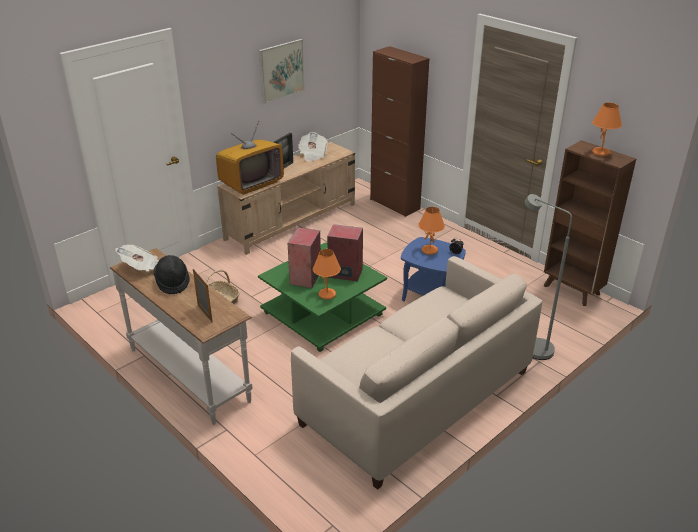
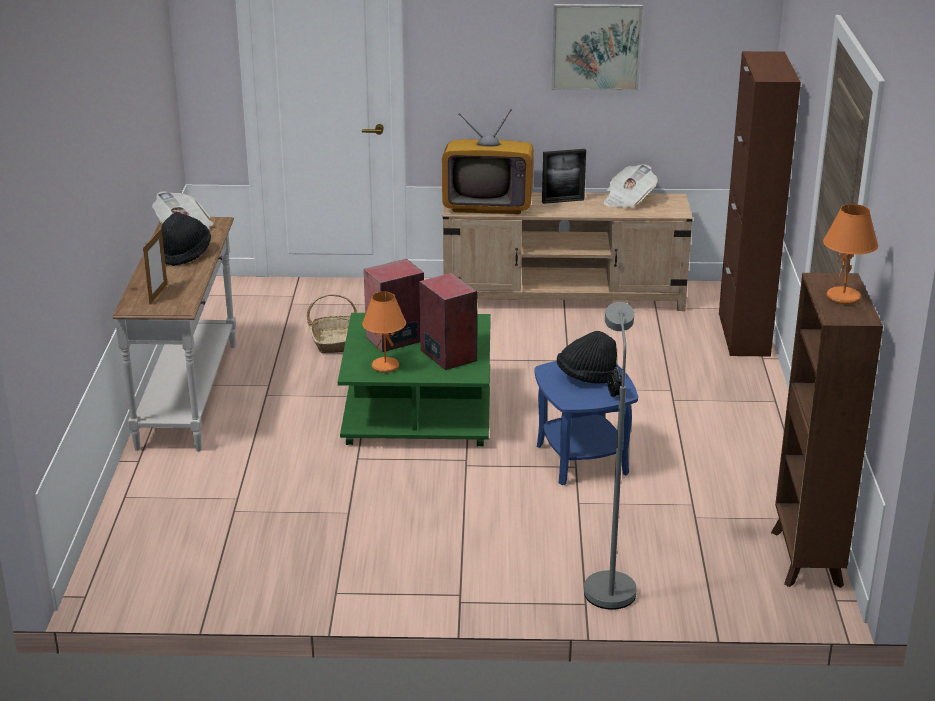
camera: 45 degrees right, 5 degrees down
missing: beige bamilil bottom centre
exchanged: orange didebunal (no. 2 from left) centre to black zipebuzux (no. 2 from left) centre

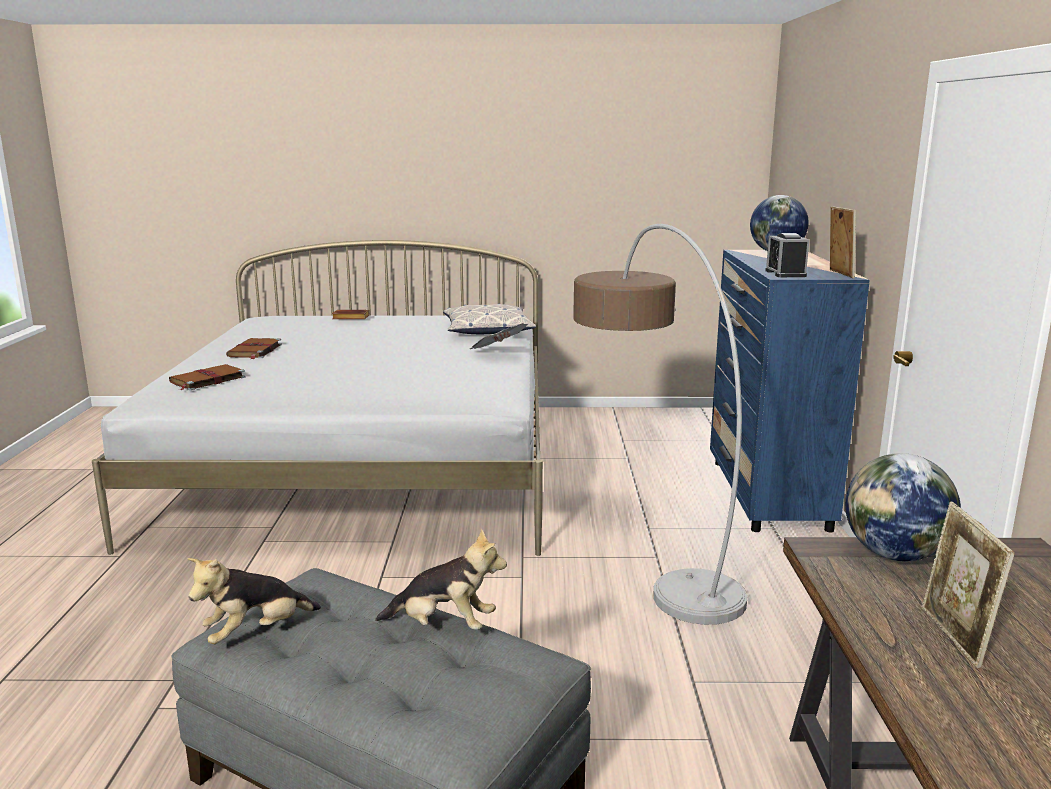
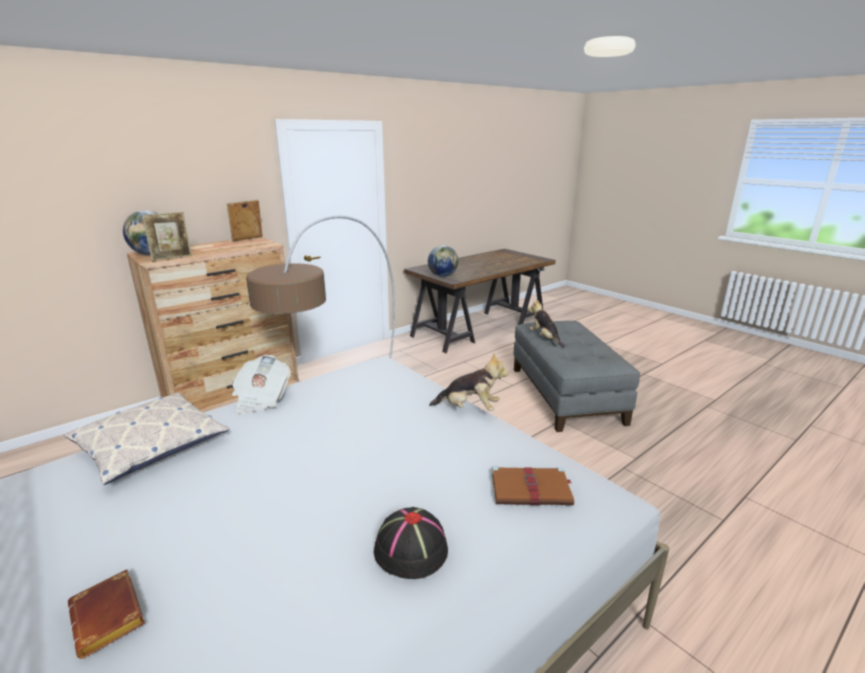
camera: 130 degrees left, 5 degrees up
missing: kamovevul top right
relocated: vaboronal (no. 2 from left in the first image) bottom right to vaboronal (no. 1 from left) middle left; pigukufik (no. 1 from left) bottom left to centre
exchanged: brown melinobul (no. 2 from left) middle left to black zipebuzux bottom centre
colour: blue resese middle right to brown resese middle left

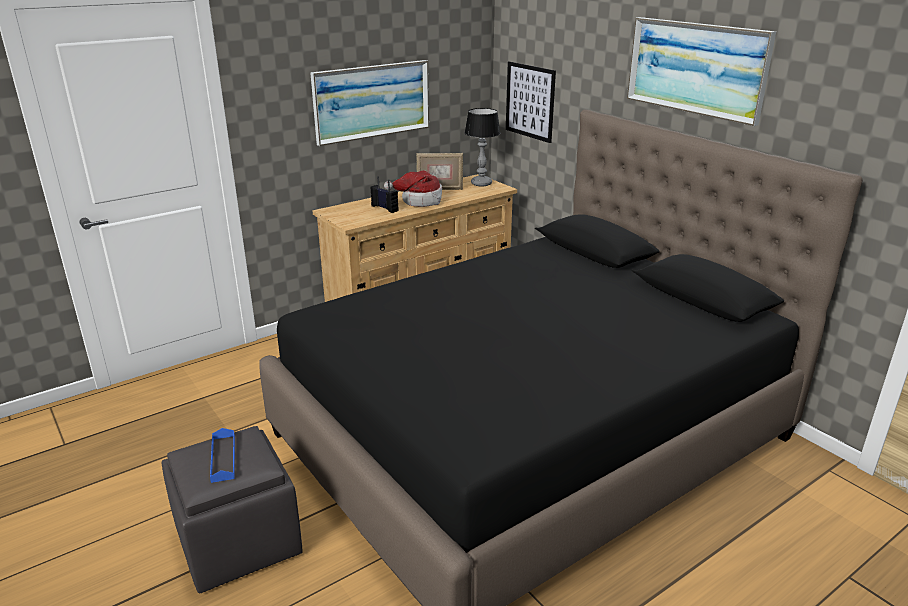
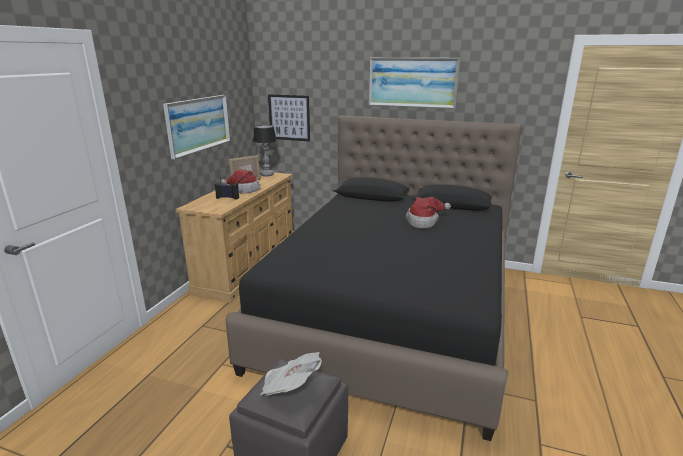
camera: 35 degrees left, 5 degrees down
appeared: zipebuzux (no. 2 from left) centre
exchanged: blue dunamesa bottom left to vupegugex bottom centre

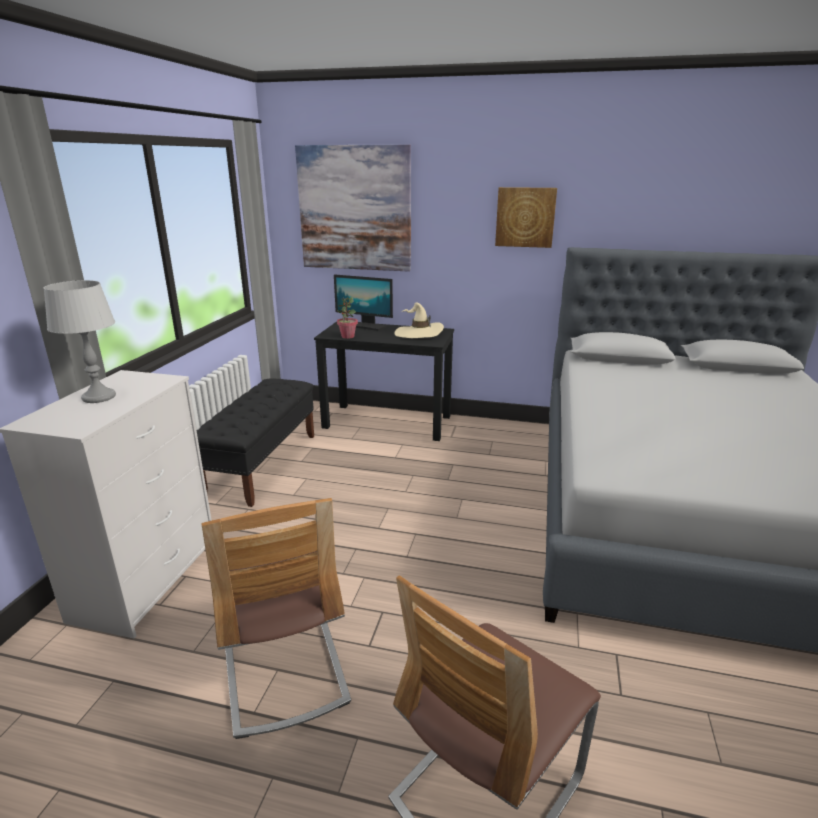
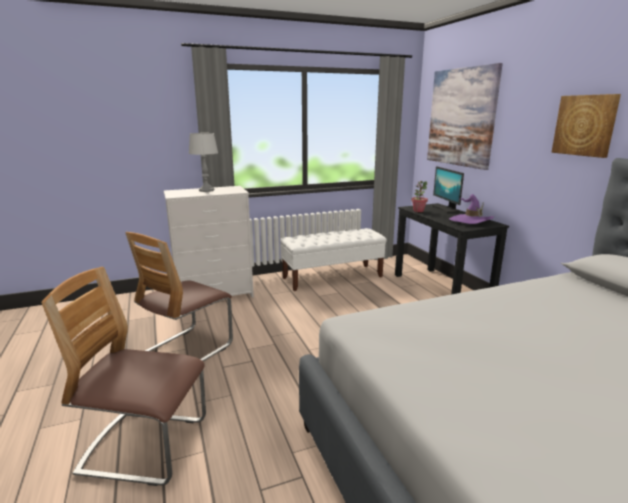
camera: 55 degrees right, 5 degrees down
colour: beige zipebuzux centre to purple zipebuzux middle right; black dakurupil middle left to white dakurupil centre

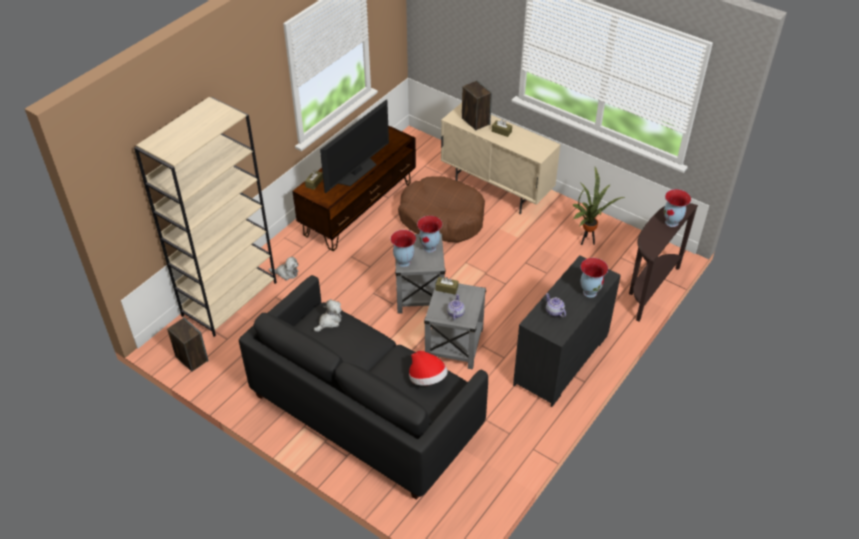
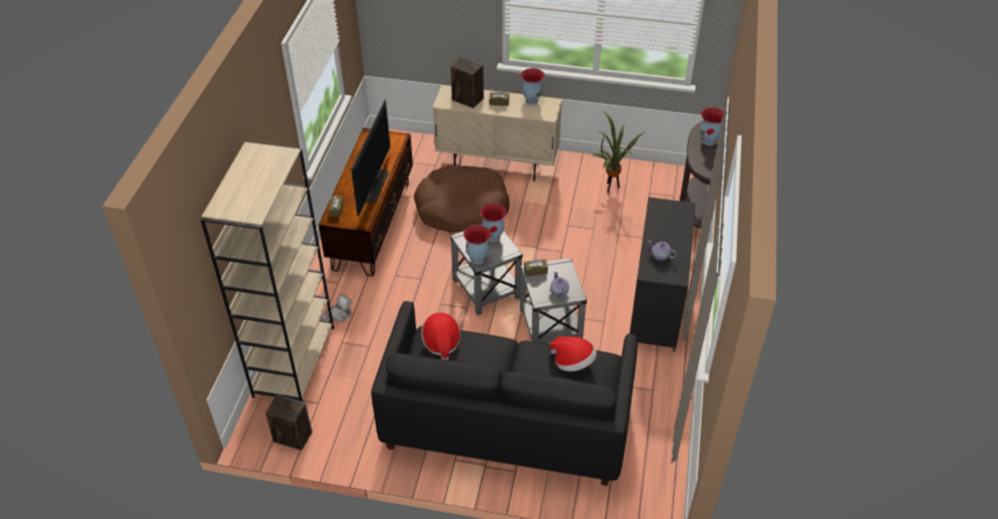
camera: 25 degrees left, 0 degrees up
relocated: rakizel (no. 3 from left) middle right to top centre
exchanged: pigukufik (no. 2 from left) centre to zipebuzux (no. 1 from left) centre

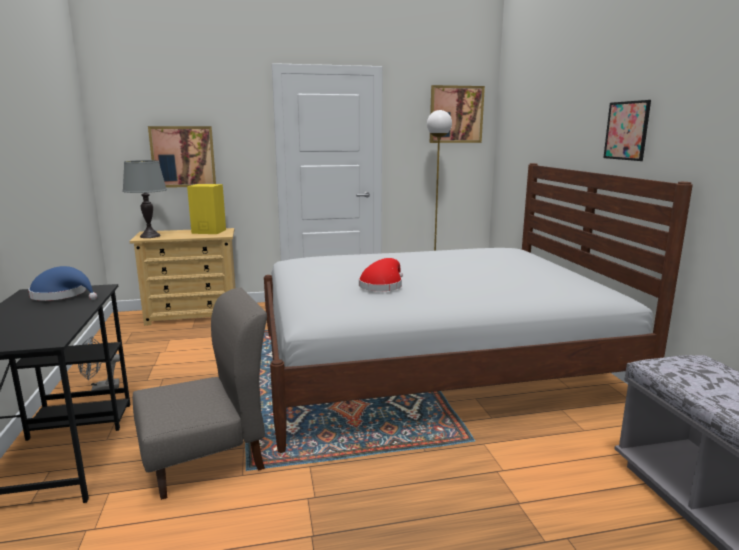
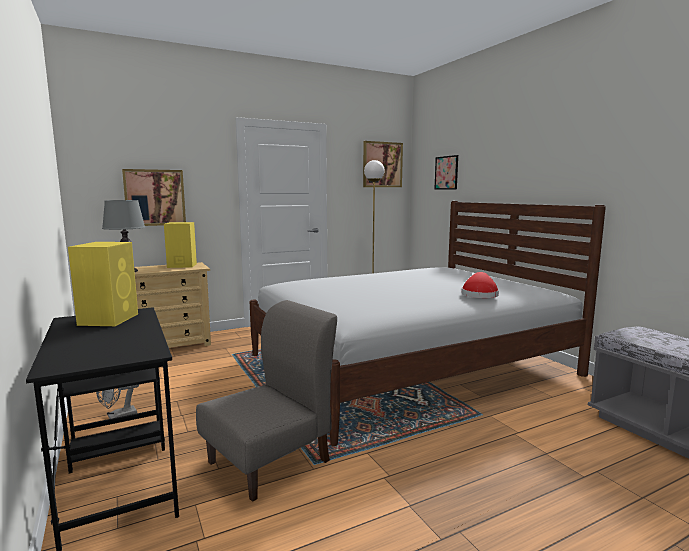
camera: 15 degrees left, 5 degrees down
relocated: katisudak (no. 3 from left) top right to top centre; red zipebuzux centre to middle right
exchanged: blue zipebuzux middle left to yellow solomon (no. 1 from left) middle left

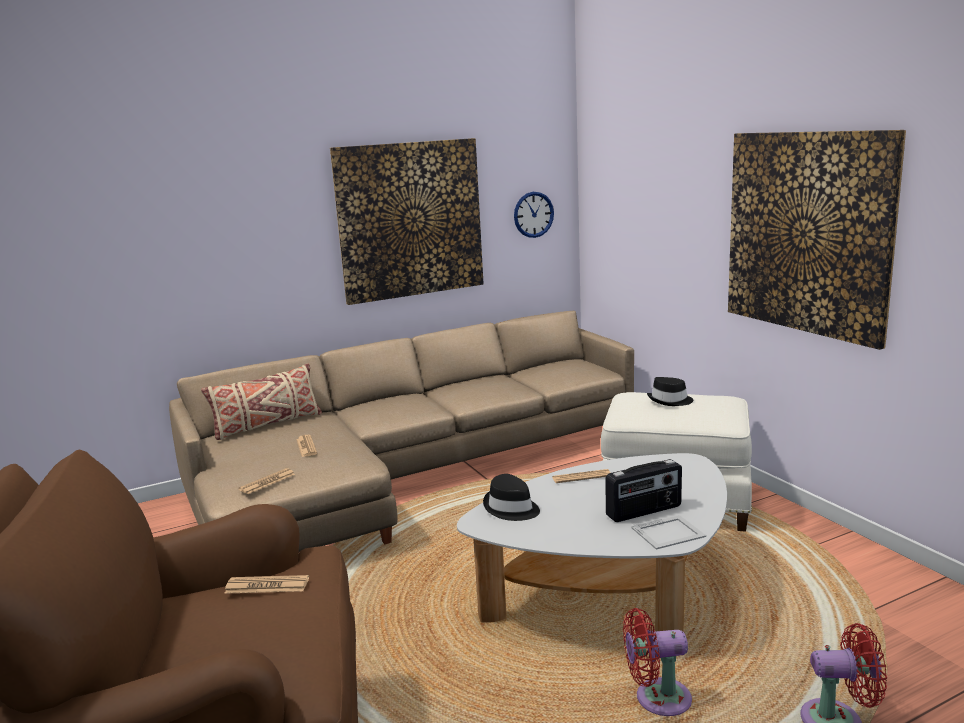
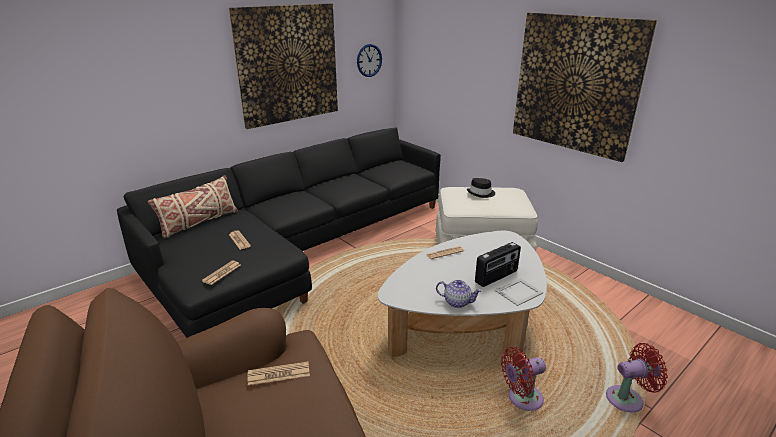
camera: 15 degrees left, 10 degrees up
missing: black zipebuzux (no. 1 from left) bottom centre
appeared: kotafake bottom centre
colour: beige bamilil centre to black bamilil centre

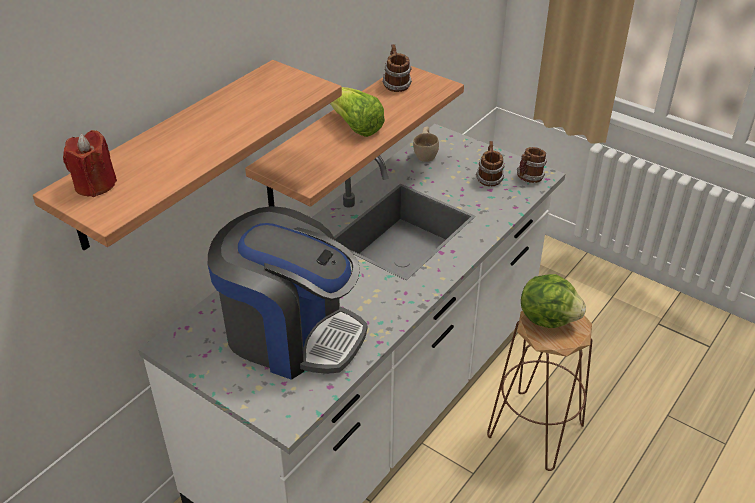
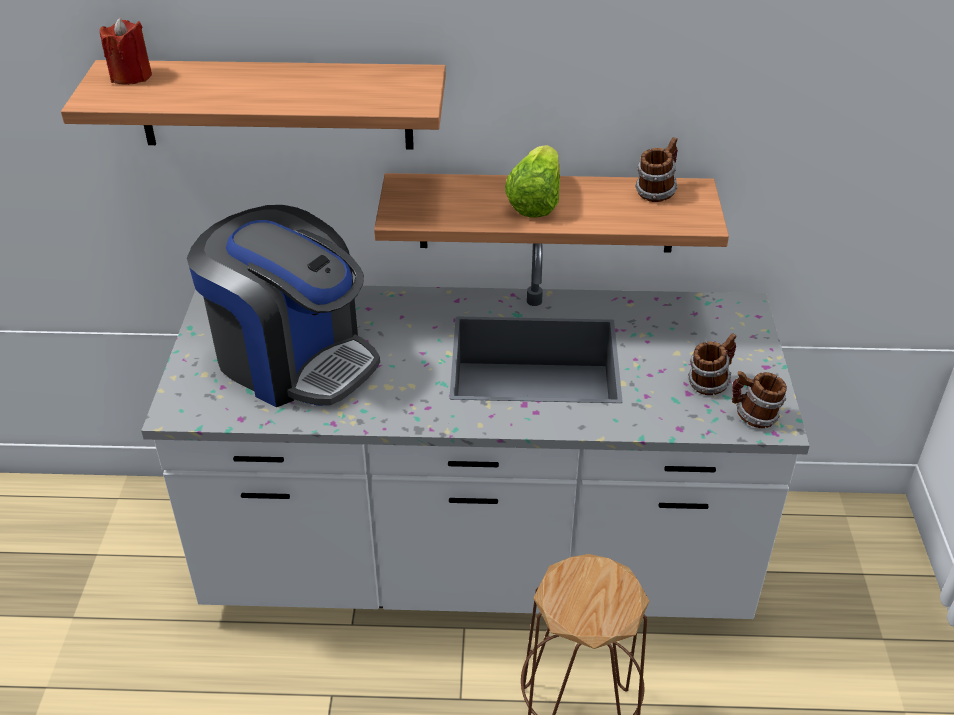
camera: 55 degrees right, 0 degrees up
missing: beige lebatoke top centre; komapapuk (no. 2 from left) middle right
spun: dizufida centre = middle left 45 degrees counterclockwise

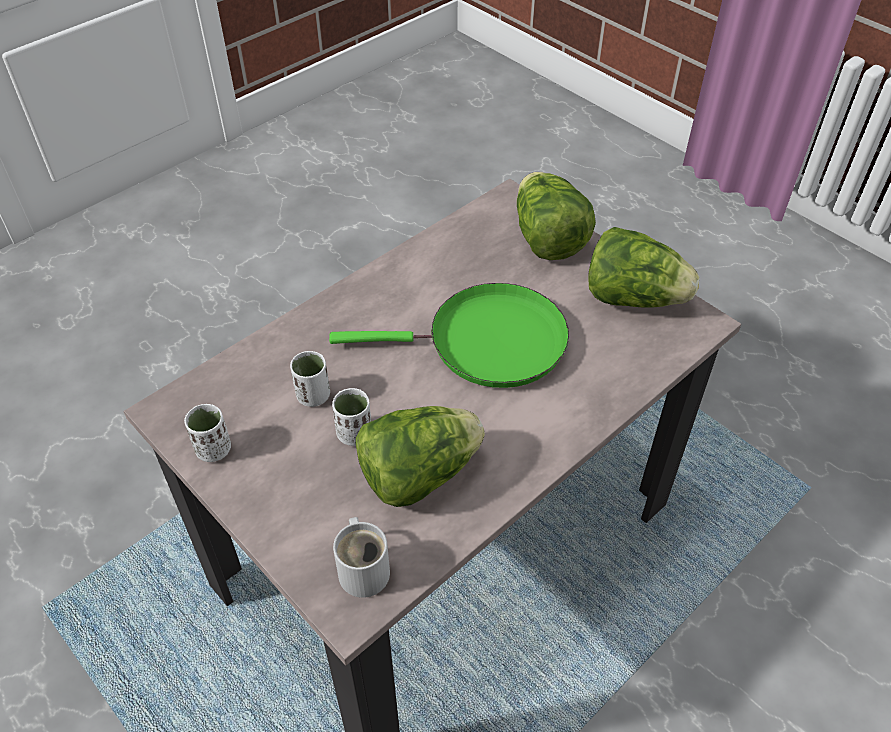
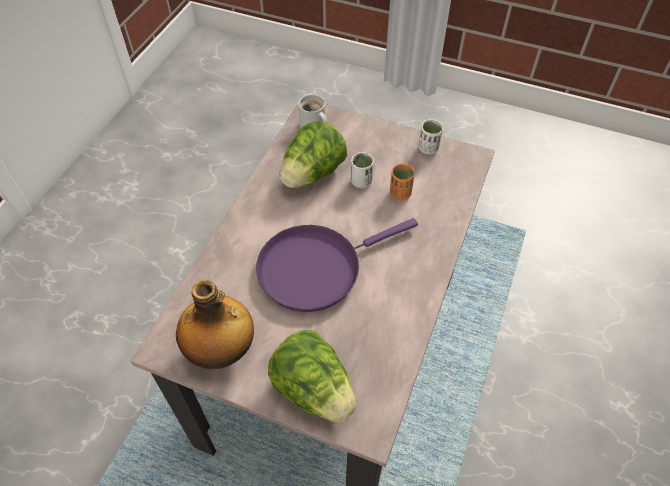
camera: 155 degrees right, 5 degrees up
exchanged: komapapuk (no. 3 from left) middle right to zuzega bottom left
colour: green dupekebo centre to purple dupekebo centre; white lebatoke (no. 2 from left) centre to orange lebatoke centre

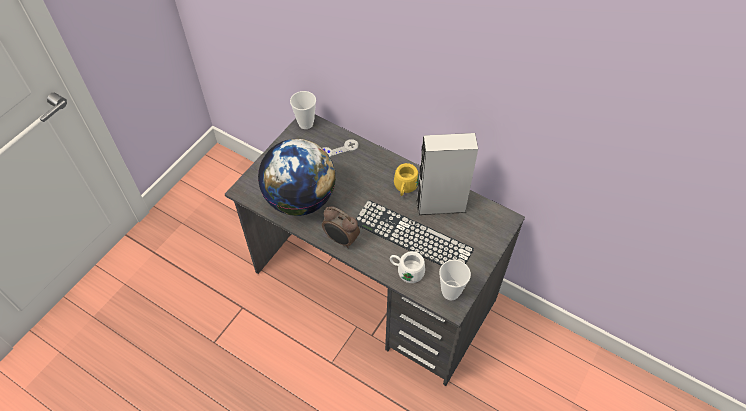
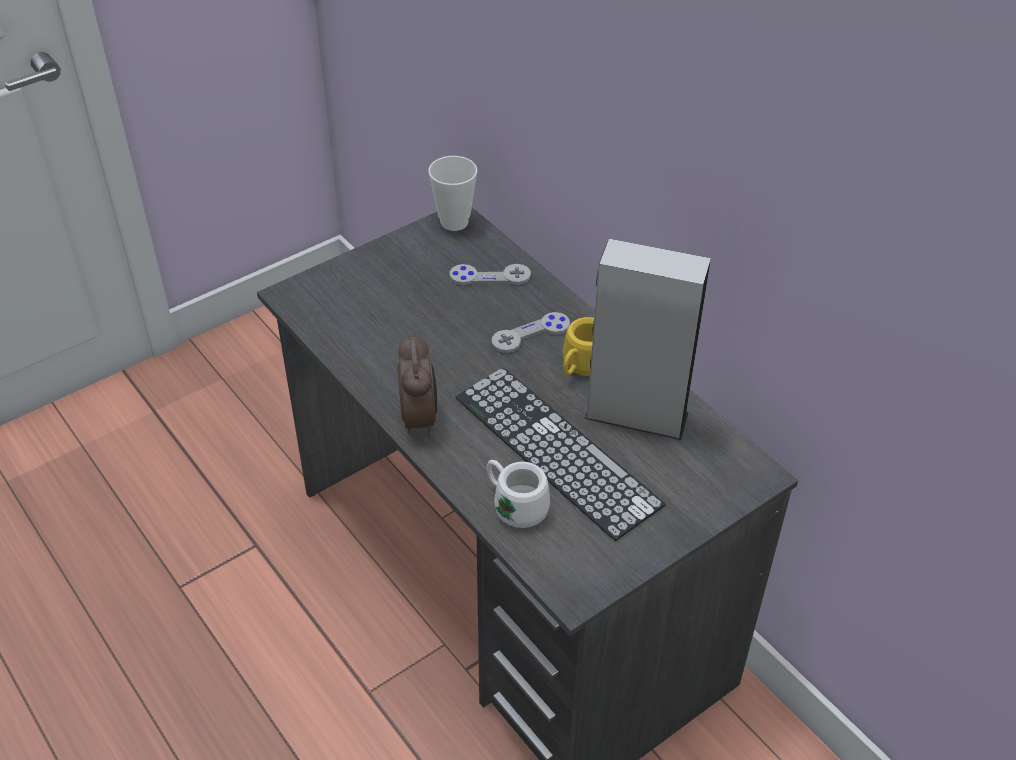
camera: 20 degrees right, 10 degrees down
missing: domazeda centre; lebatoke (no. 2 from left) bottom centre
appeared: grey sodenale (no. 2 from left) centre
spun: kamovevul centre = centre 150 degrees counterclockwise

